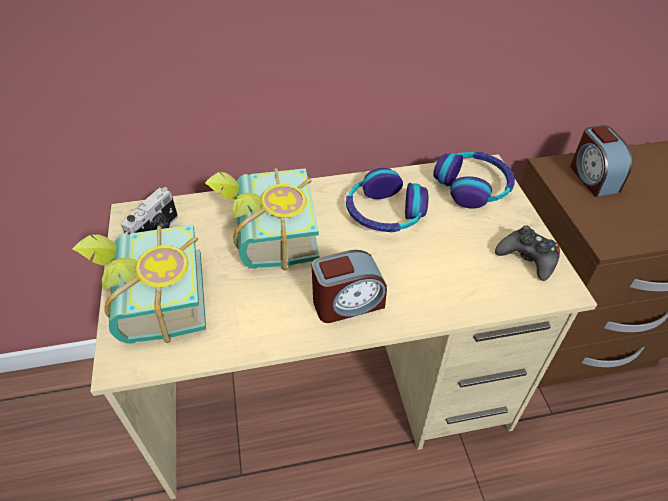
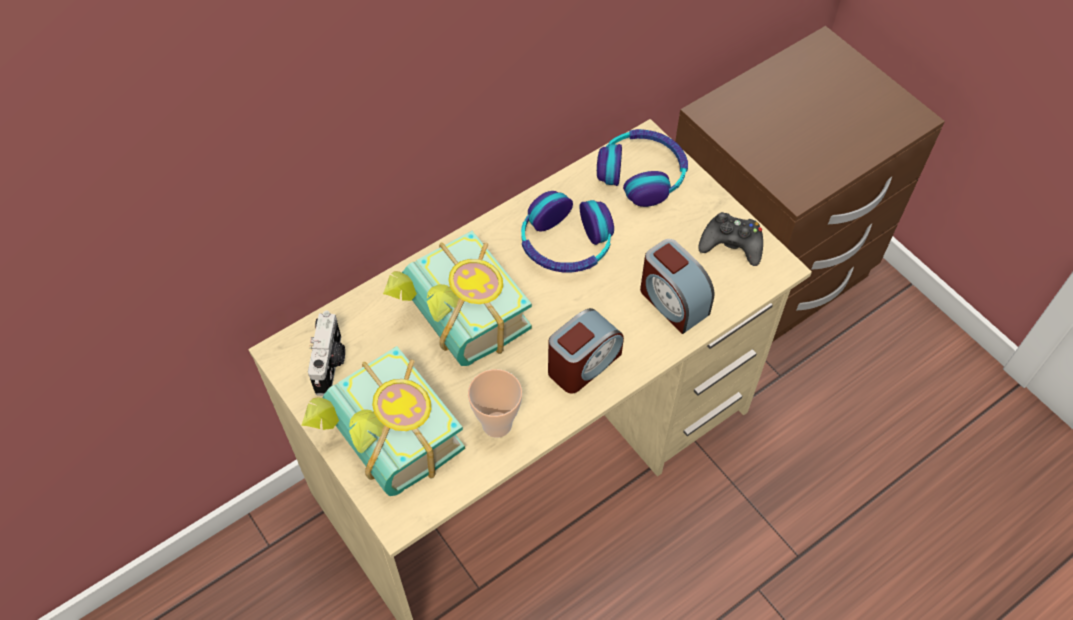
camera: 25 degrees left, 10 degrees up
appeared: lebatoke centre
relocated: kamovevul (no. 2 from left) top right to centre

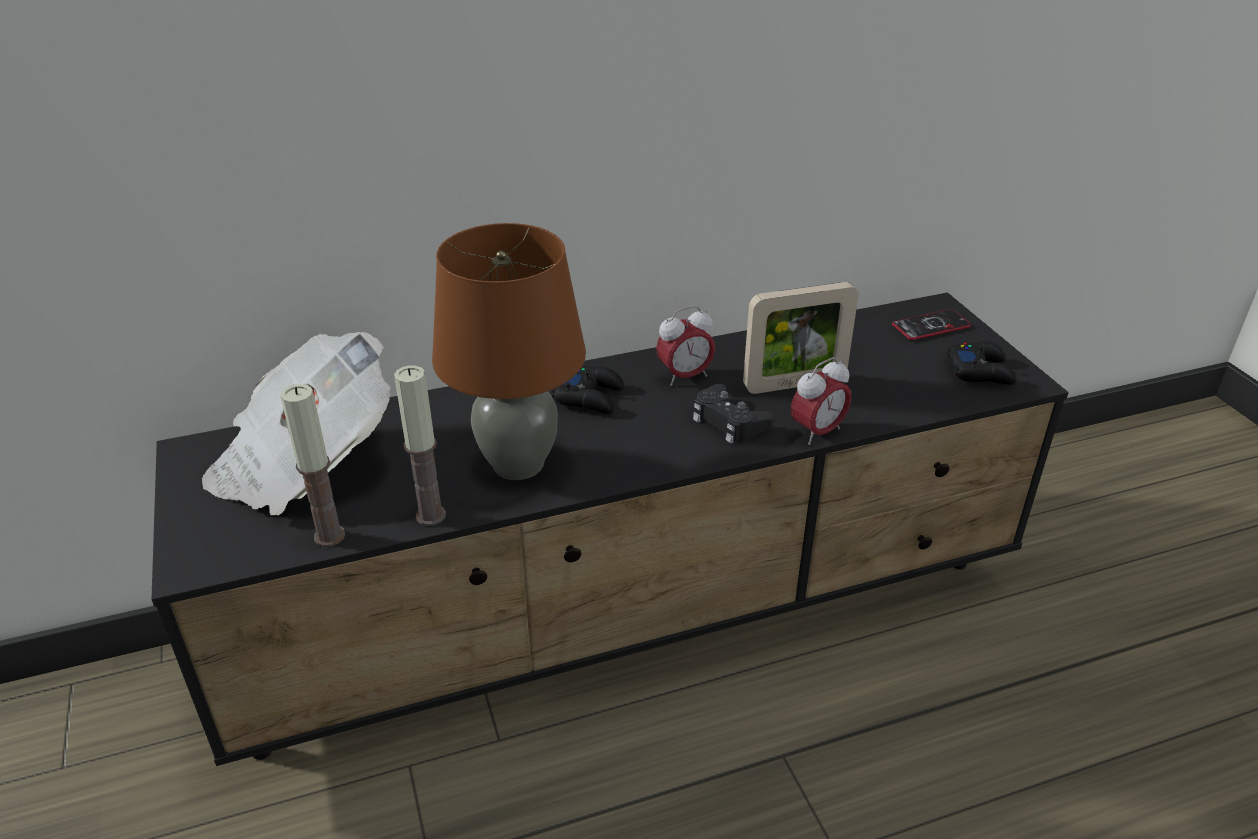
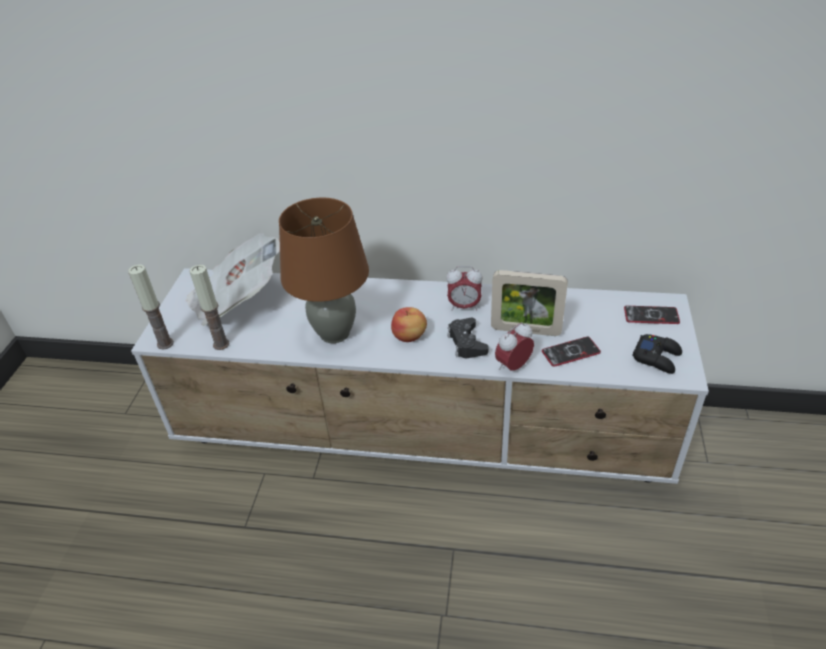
camera: 30 degrees right, 5 degrees up
missing: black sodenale (no. 1 from left) centre
appeared: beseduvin centre; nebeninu (no. 1 from left) middle right
relocated: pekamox (no. 2 from left in the first image) centre to pekamox (no. 1 from left) middle left
colour: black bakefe centre to white bakefe centre
spun: kamovevul (no. 2 from left) centre = centre 150 degrees clockwise

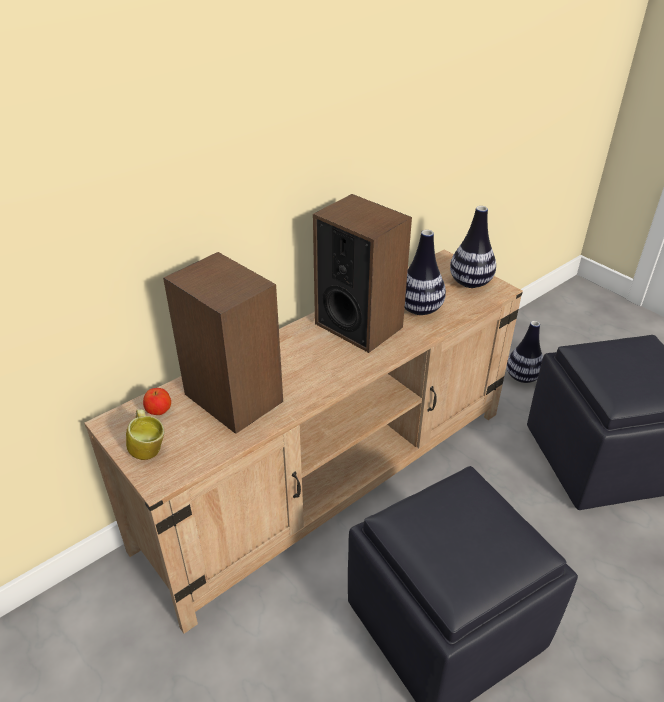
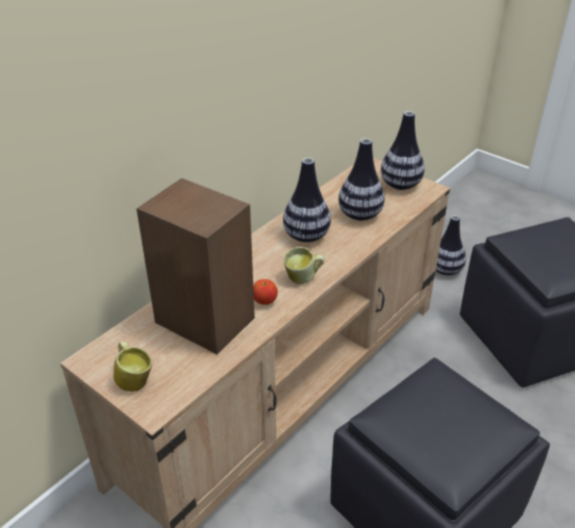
camera: 10 degrees left, 0 degrees up
appeared: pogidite (no. 2 from left) centre
relocated: beseduvin middle left to centre
exchanged: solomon (no. 2 from left) centre to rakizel (no. 1 from left) centre

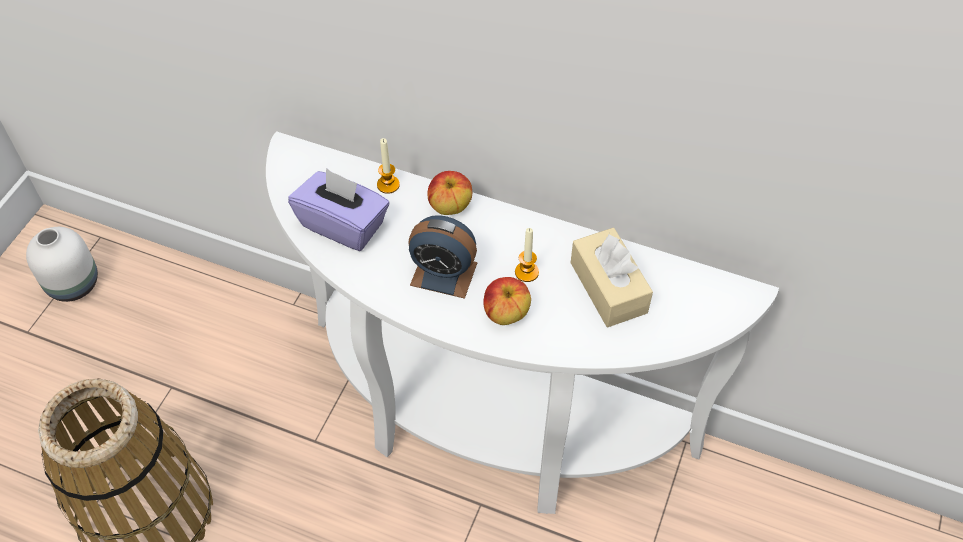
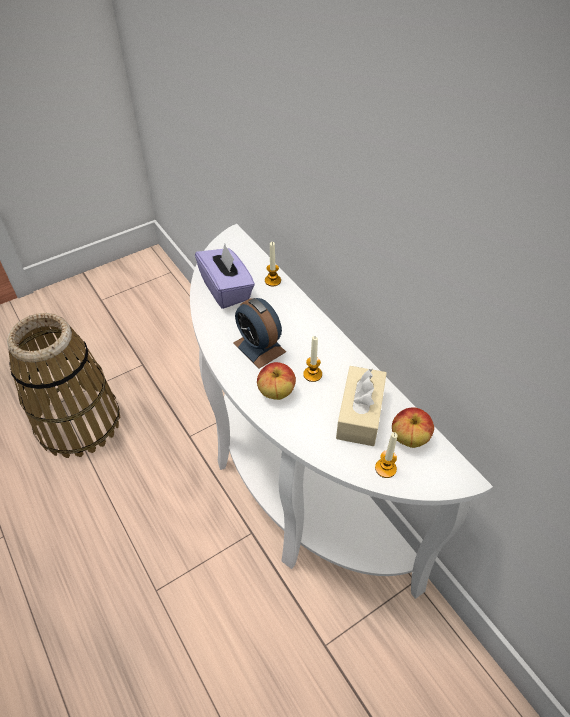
camera: 35 degrees right, 5 degrees down
missing: white rakizel middle left
appeared: pekamox (no. 3 from left) middle right
relocated: beseduvin (no. 1 from left in the first image) centre to beseduvin (no. 2 from left) middle right

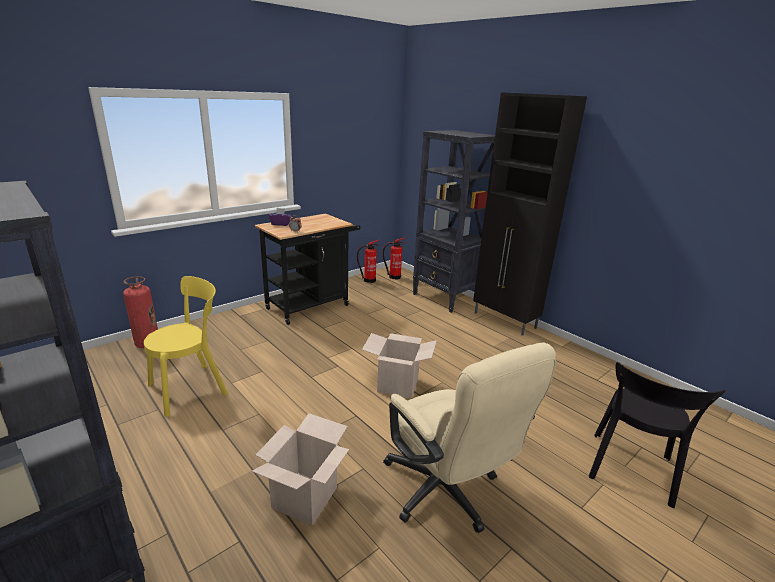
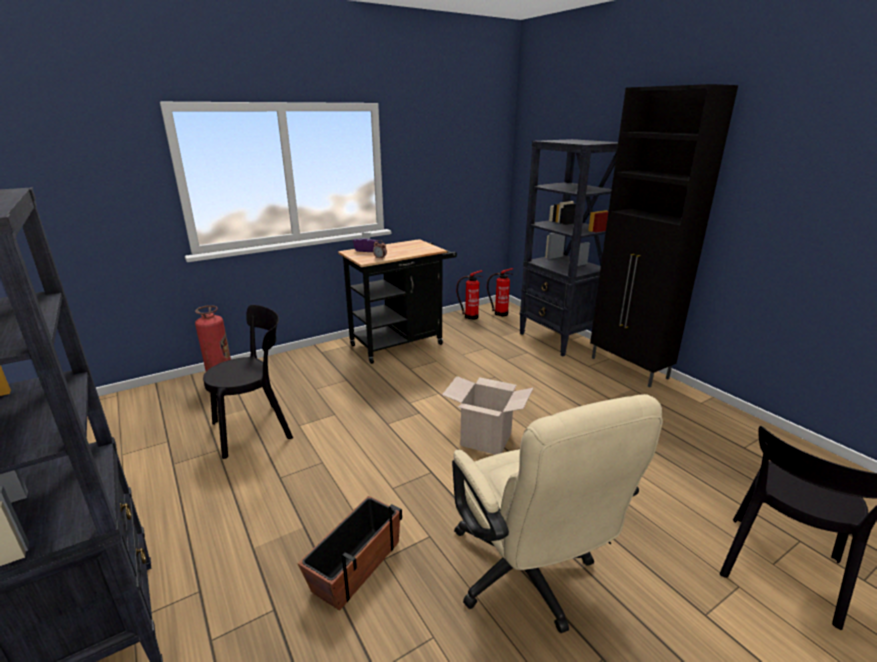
camera: 10 degrees right, 0 degrees up
exchanged: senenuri (no. 1 from left) bottom centre to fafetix bottom centre
colour: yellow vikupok middle left to black vikupok (no. 1 from left) middle left

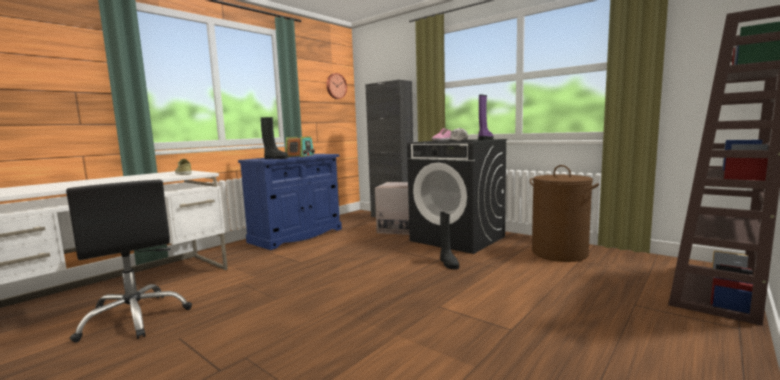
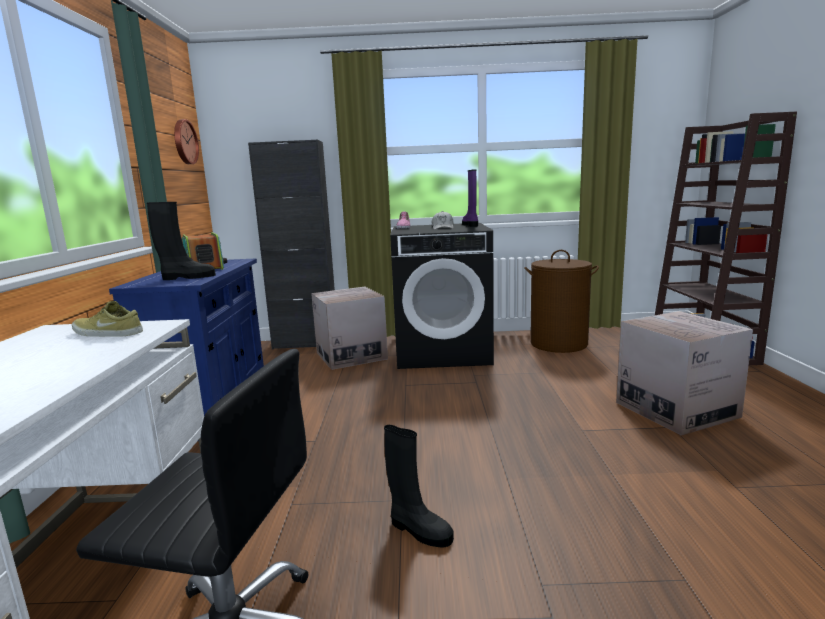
camera: 40 degrees left, 5 degrees up
appeared: senenuri (no. 2 from left) middle right
relocated: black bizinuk (no. 2 from left) centre to bottom centre

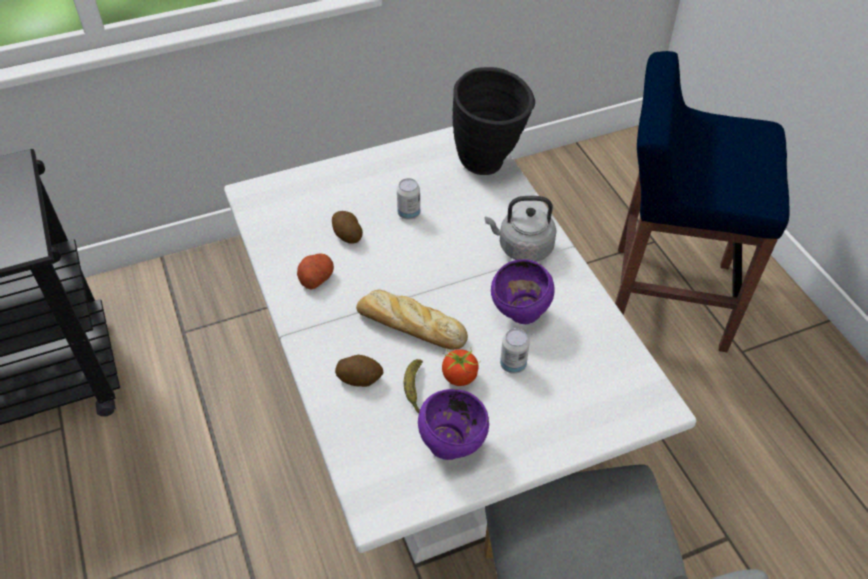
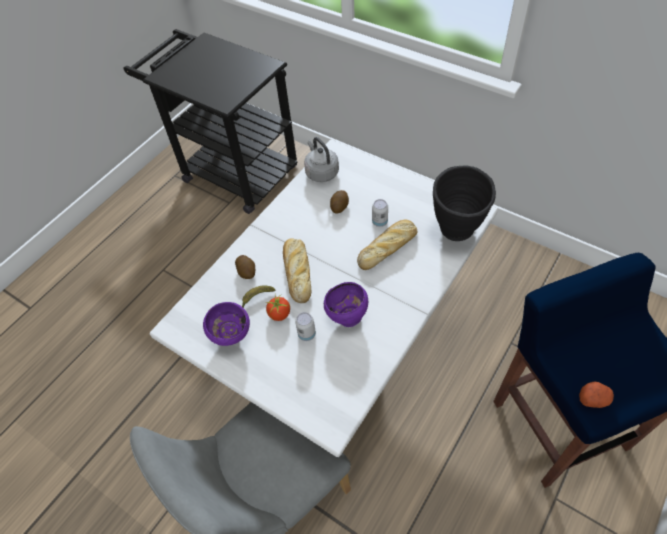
camera: 60 degrees right, 5 degrees up
appeared: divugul (no. 2 from left) centre
relocated: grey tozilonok centre to top centre; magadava (no. 1 from left in the first image) centre to magadava (no. 3 from left) bottom right

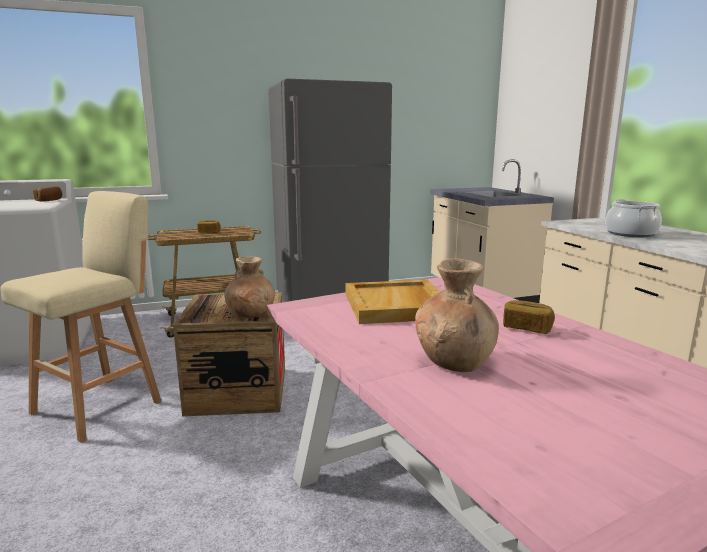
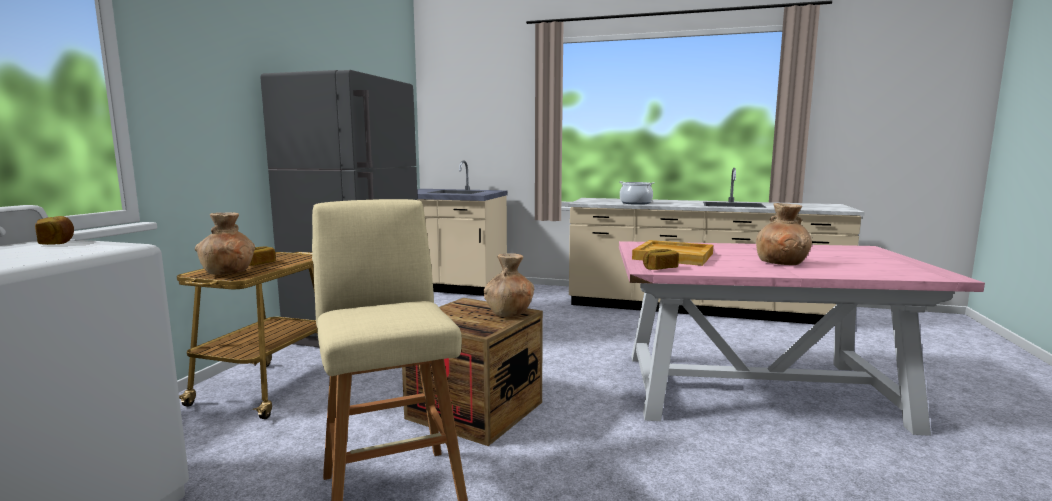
camera: 55 degrees left, 5 degrees down
appeared: brown rakizel (no. 1 from left) middle left
relocated: divugul (no. 3 from left) middle right to centre

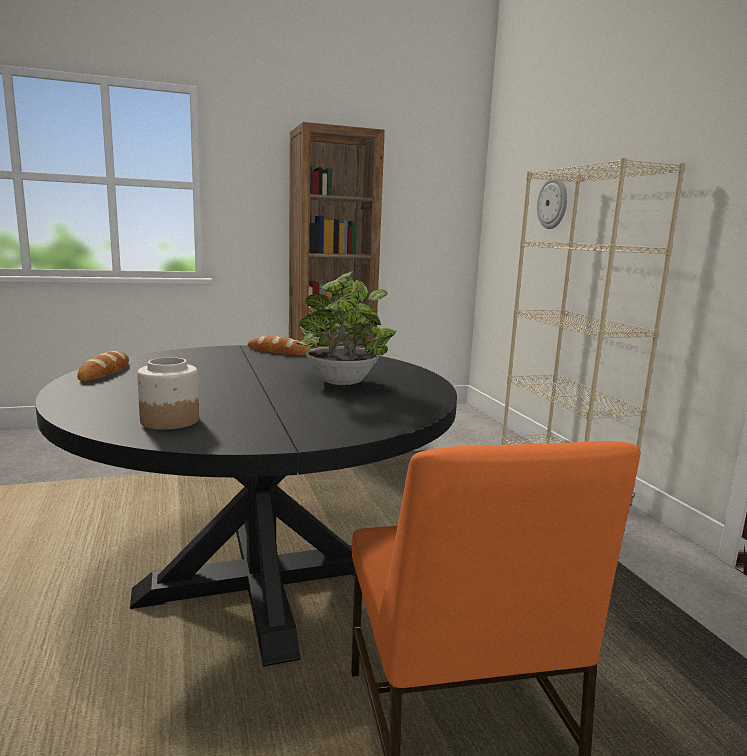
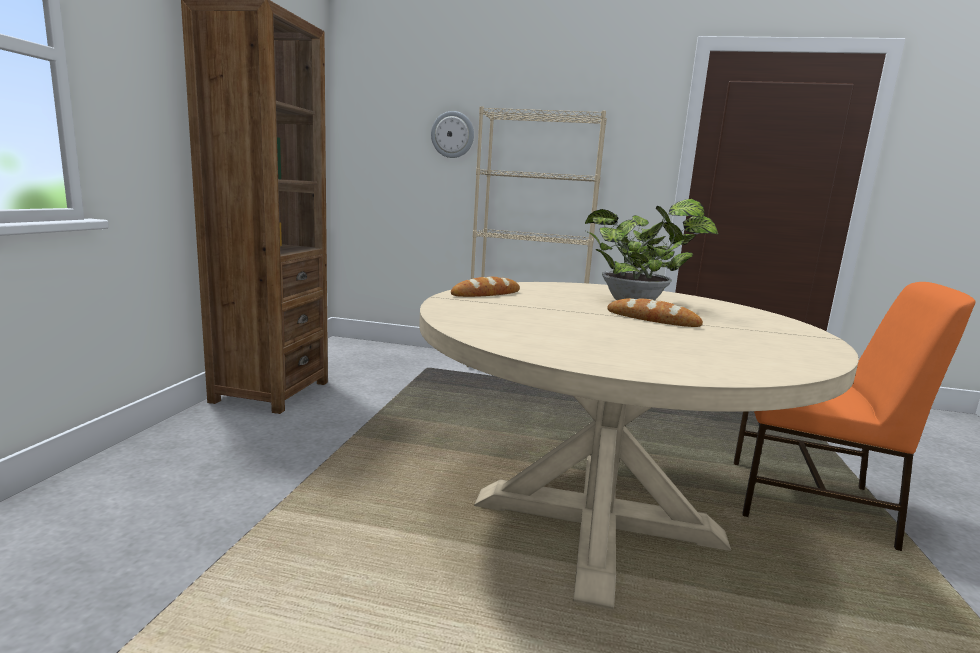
camera: 60 degrees left, 0 degrees up
missing: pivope middle left
relocated: divugul (no. 1 from left in the first image) middle left to divugul (no. 2 from left) middle right
colour: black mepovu bottom left to beige mepovu bottom centre

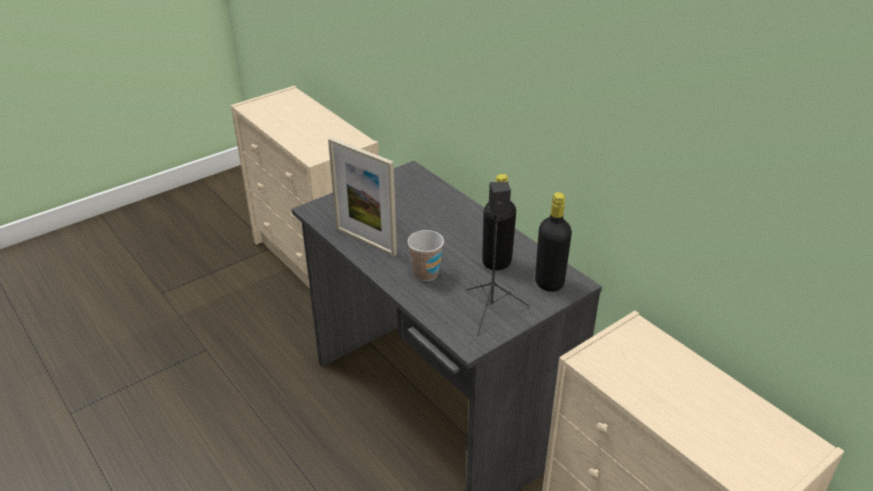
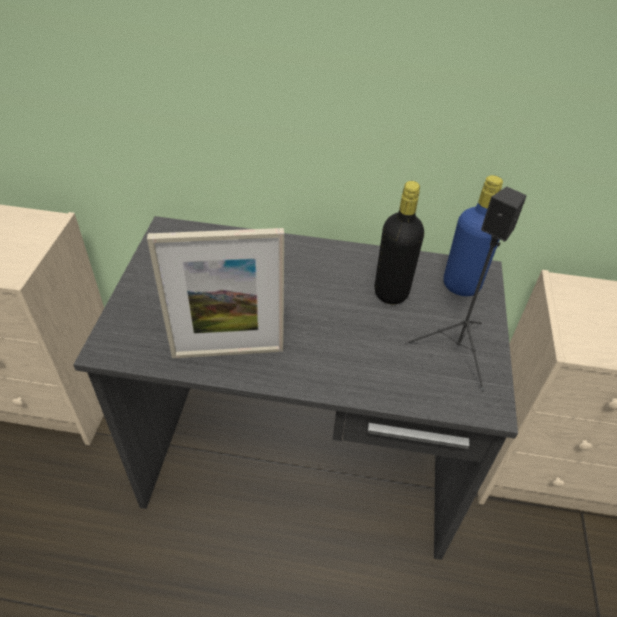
camera: 45 degrees left, 10 degrees up
missing: lebatoke centre
colour: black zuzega (no. 2 from left) centre to blue zuzega middle right

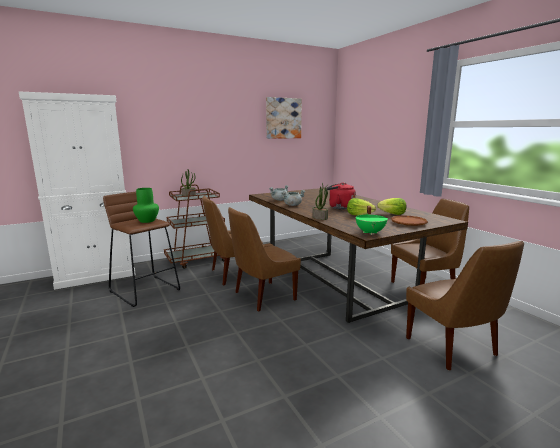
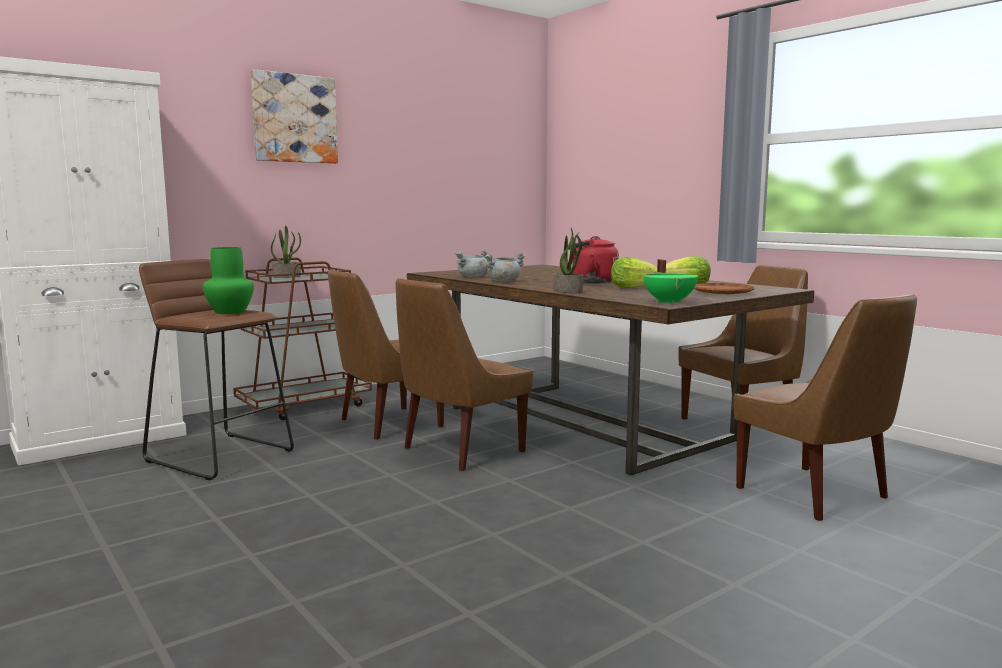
camera: 10 degrees left, 5 degrees down
relocated: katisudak top centre to top left

